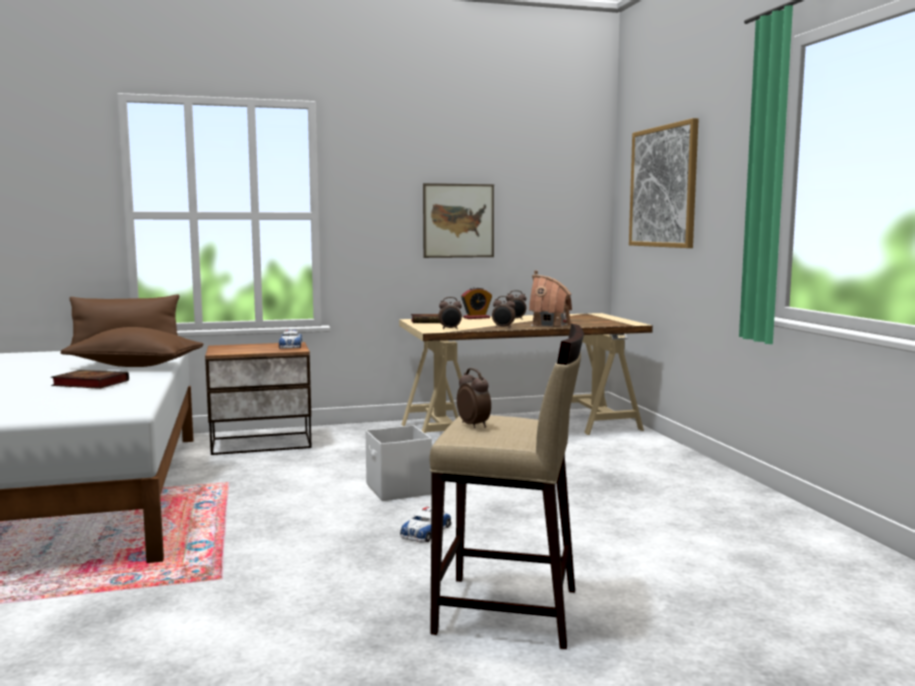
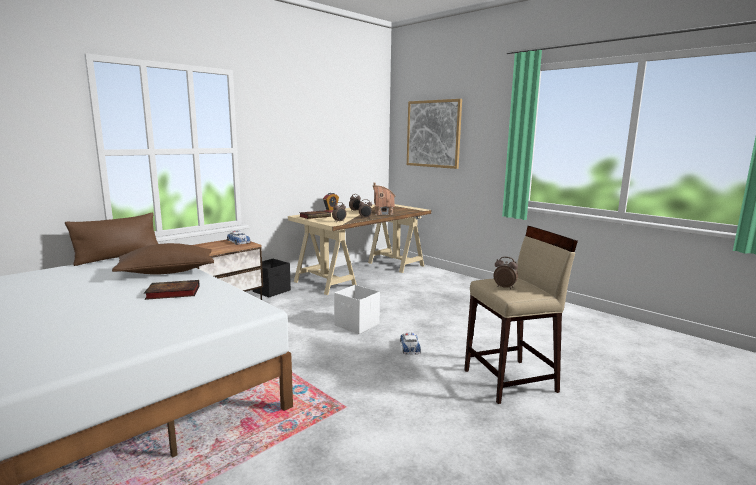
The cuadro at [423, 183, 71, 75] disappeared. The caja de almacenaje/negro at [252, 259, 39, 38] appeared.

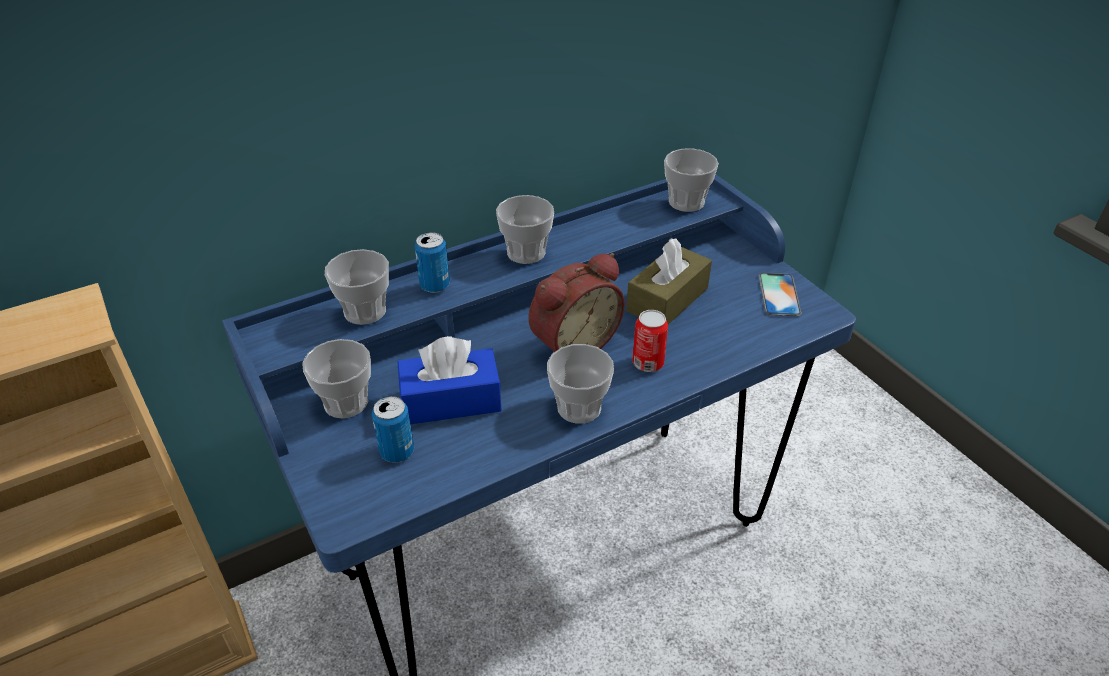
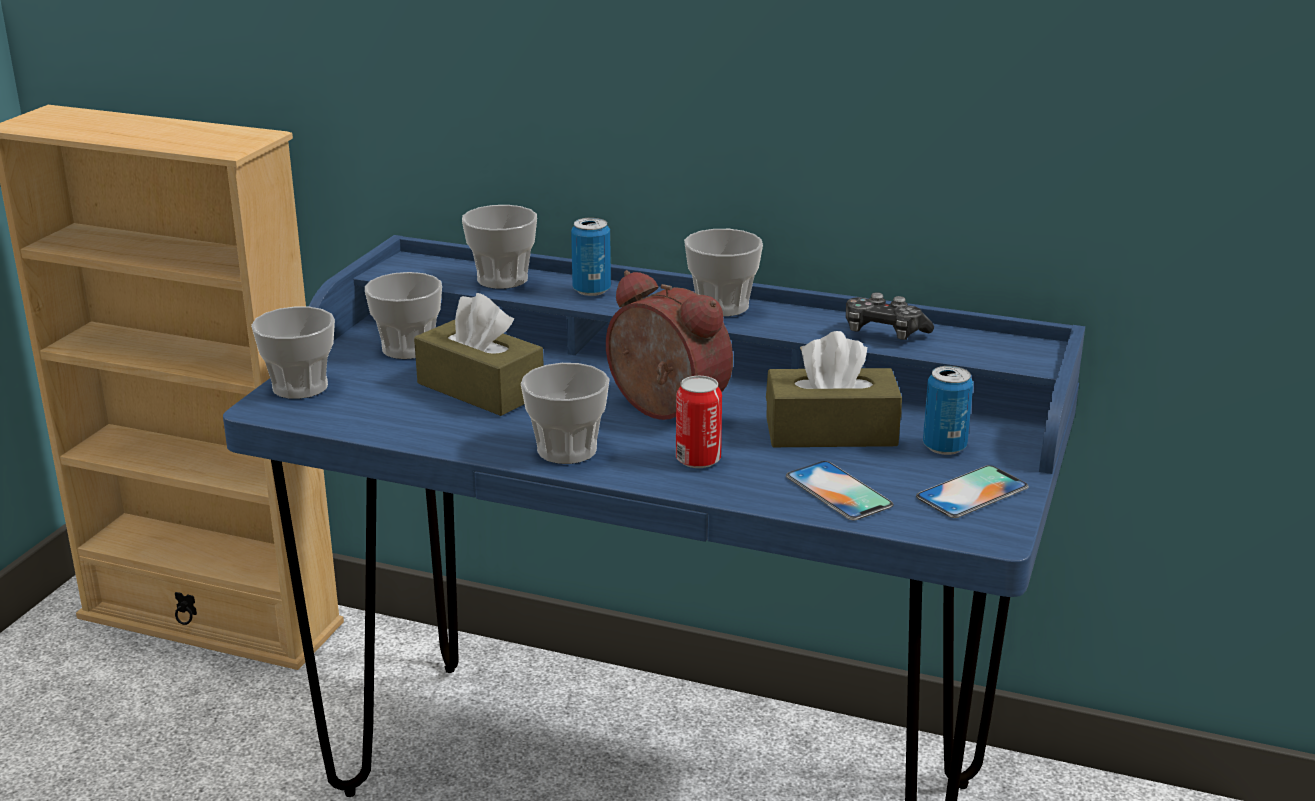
The lata moved from [372, 396, 42, 67] to [923, 366, 50, 89]. The caja de pañuelos/azul at [397, 336, 105, 88] became the caja de pañuelos/marrón at [414, 293, 130, 123]. The despertador at [528, 253, 97, 99] turned 150 degrees counterclockwise. The taza moved from [664, 148, 55, 64] to [251, 307, 84, 92]. The móvil at [786, 461, 107, 59] appeared. The mando de consola at [846, 292, 88, 48] appeared.

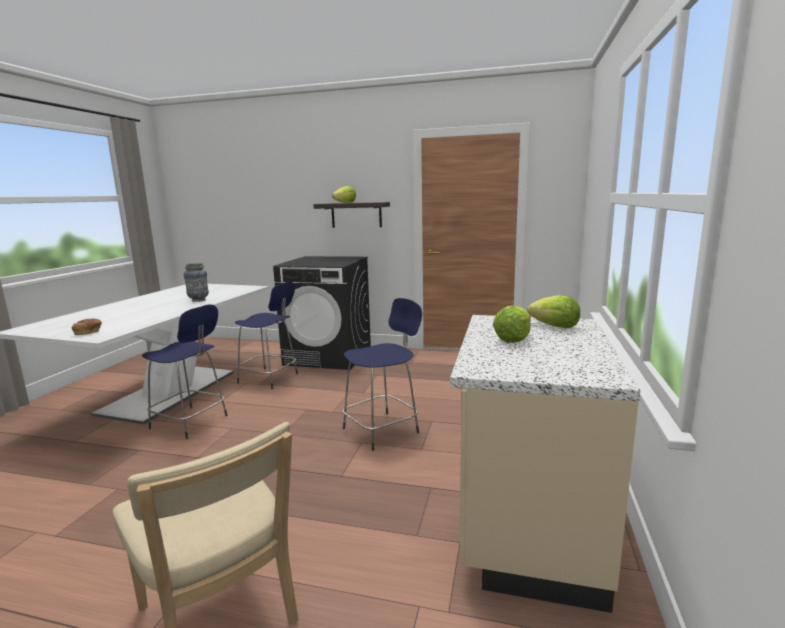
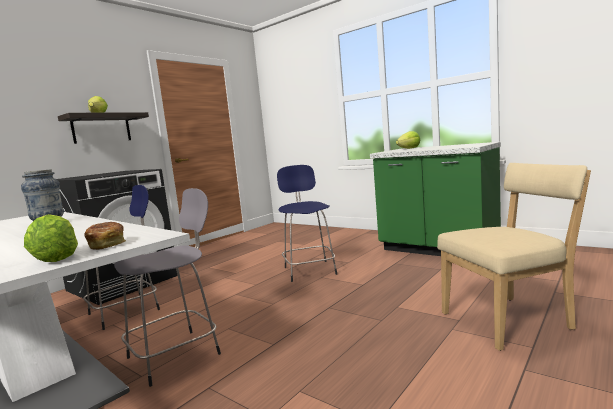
The taburete/azul at [142, 304, 86, 135] became the taburete/gris at [114, 188, 107, 199]. The mueble bajo de cocina/beis at [450, 315, 190, 298] became the mueble bajo de cocina/verde at [370, 142, 131, 114]. The lechuga moved from [493, 306, 38, 37] to [24, 214, 54, 48].

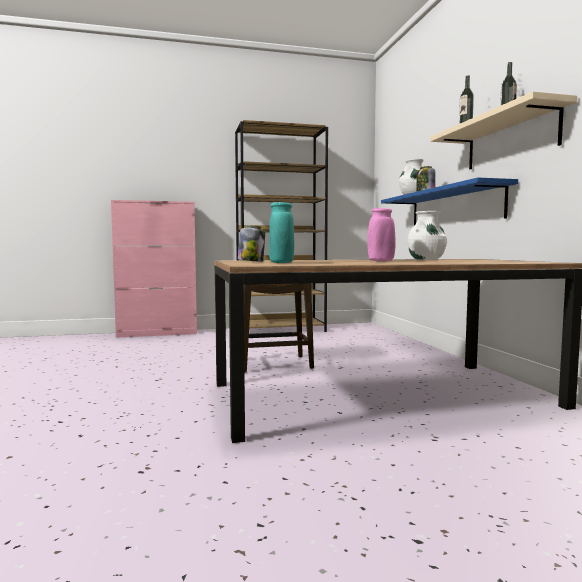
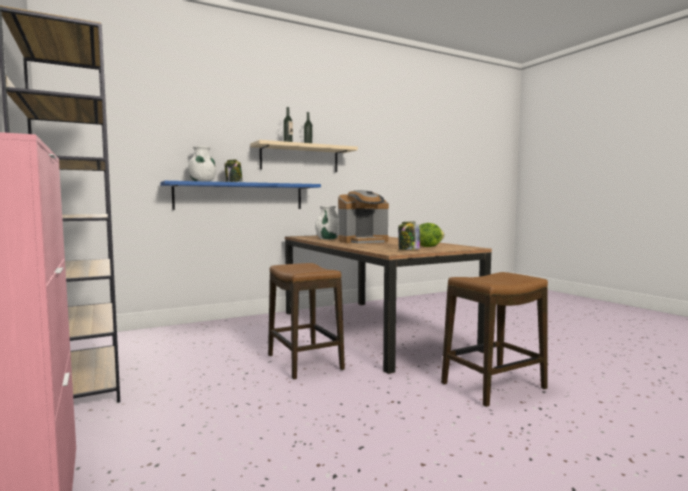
The florero/turquesa at [269, 202, 25, 61] was replaced by the lechuga at [419, 223, 26, 24]. The florero/rosa at [367, 208, 29, 53] was replaced by the cafetera at [338, 190, 51, 53]. The taburete at [441, 272, 107, 135] appeared.

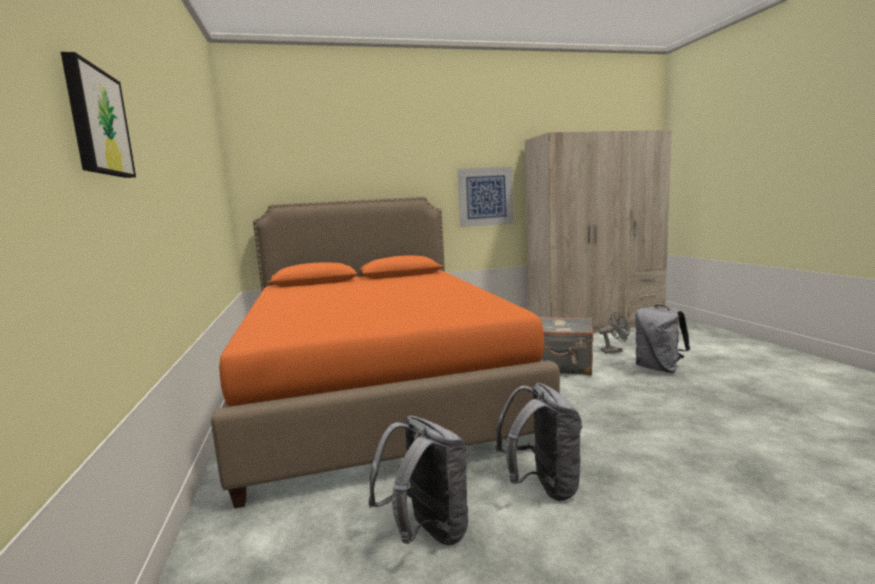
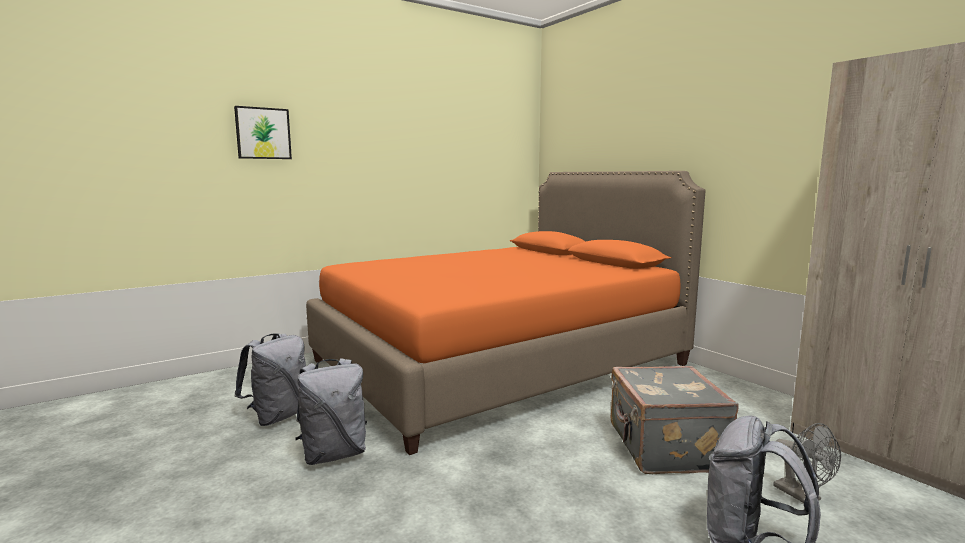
The cuadro at [457, 167, 57, 60] disappeared.

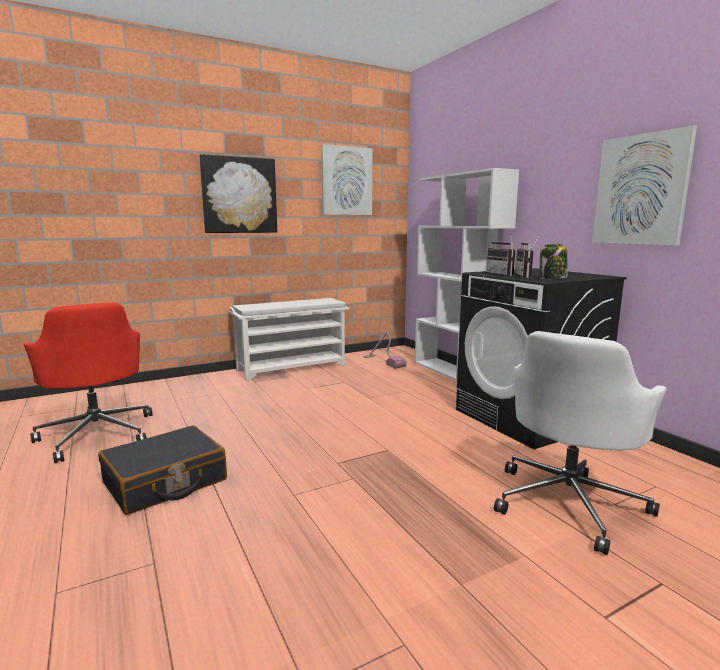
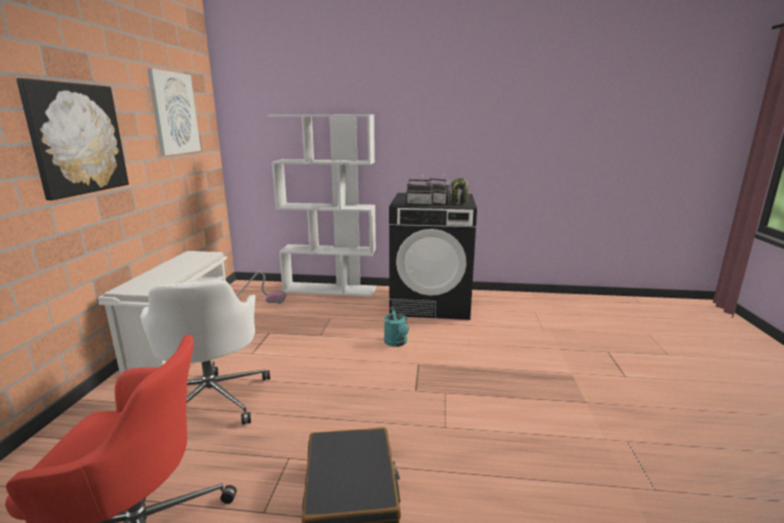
The silla de oficina/blanco moved from [494, 331, 173, 224] to [140, 279, 130, 146]. The cuadro at [592, 125, 105, 121] disappeared. The regadera/turquesa at [384, 307, 25, 40] appeared.

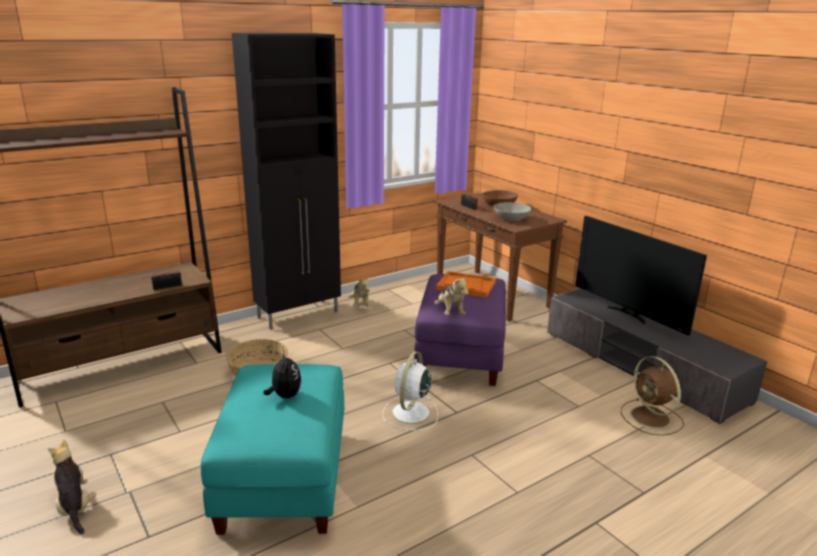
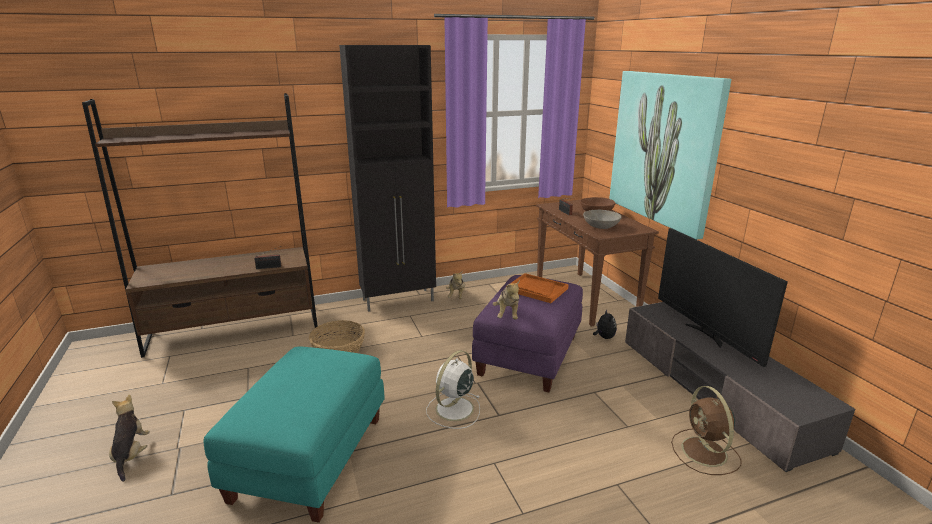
The peluche moved from [263, 351, 38, 47] to [593, 309, 24, 30]. The cuadro at [609, 71, 122, 169] appeared.

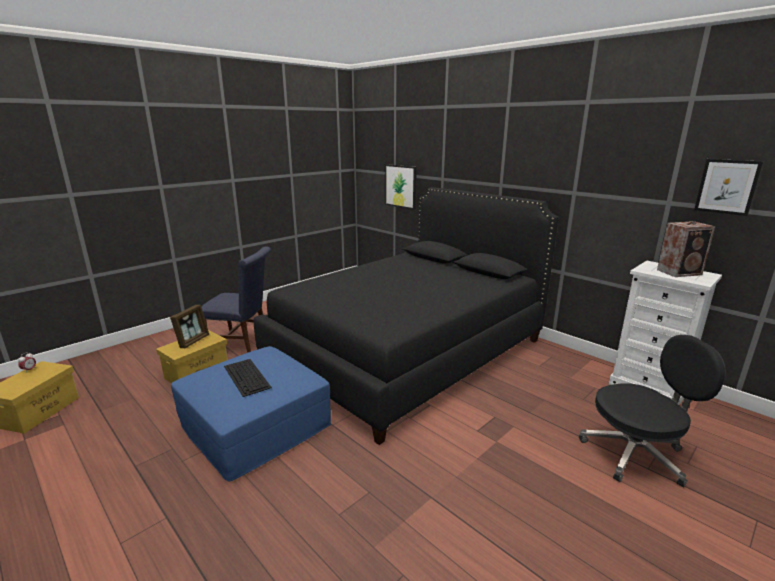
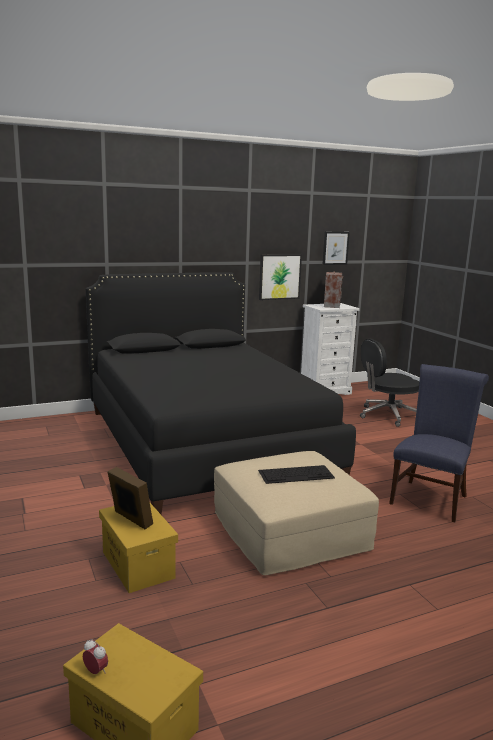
The puf/azul at [171, 346, 160, 135] became the puf/beis at [214, 451, 165, 124]. The silla/azul moved from [201, 247, 70, 106] to [389, 364, 100, 159]. The cuadro moved from [385, 164, 32, 45] to [259, 254, 43, 46]. The silla de oficina/negro at [579, 335, 147, 152] turned 120 degrees counterclockwise.

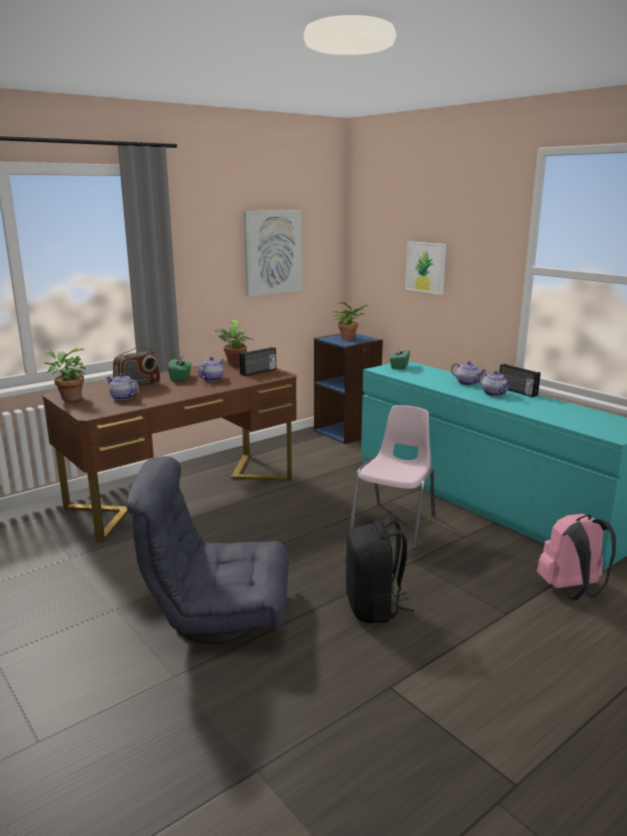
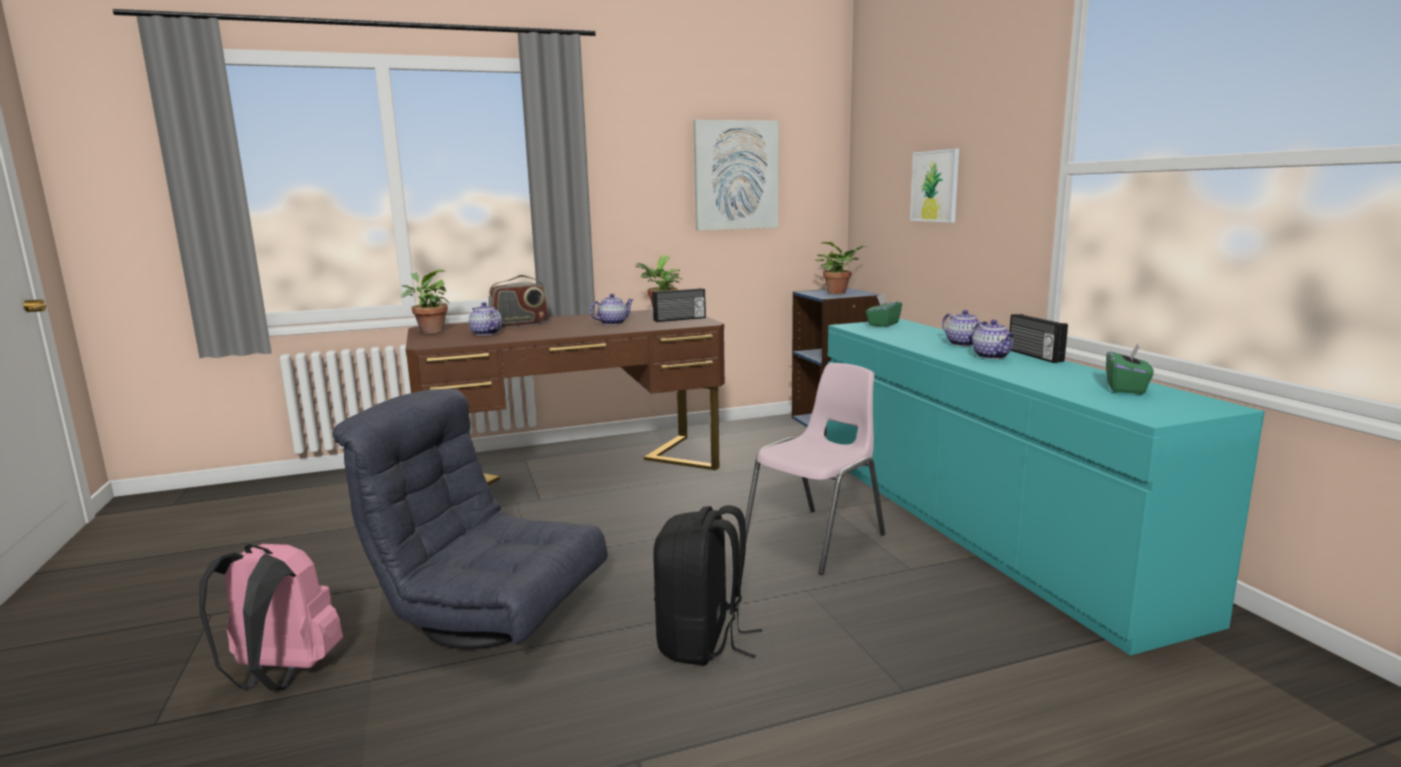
The caja de pañuelos/verde moved from [168, 355, 24, 26] to [1106, 344, 48, 50]. The mochila/rosa moved from [537, 514, 79, 86] to [199, 544, 144, 147].

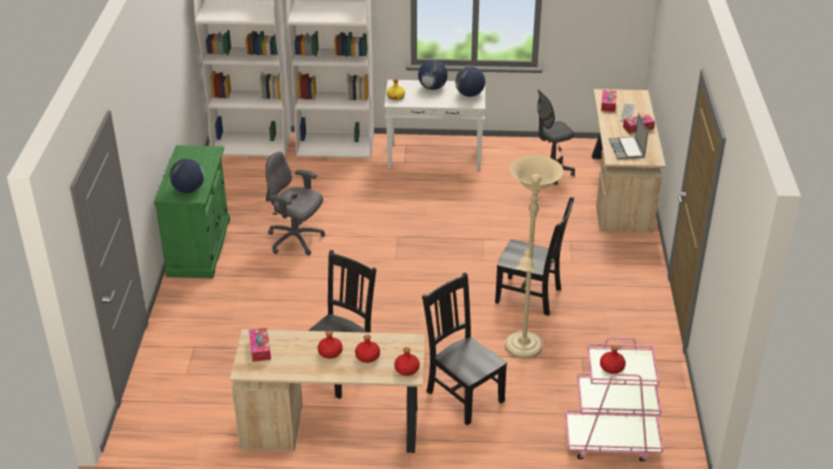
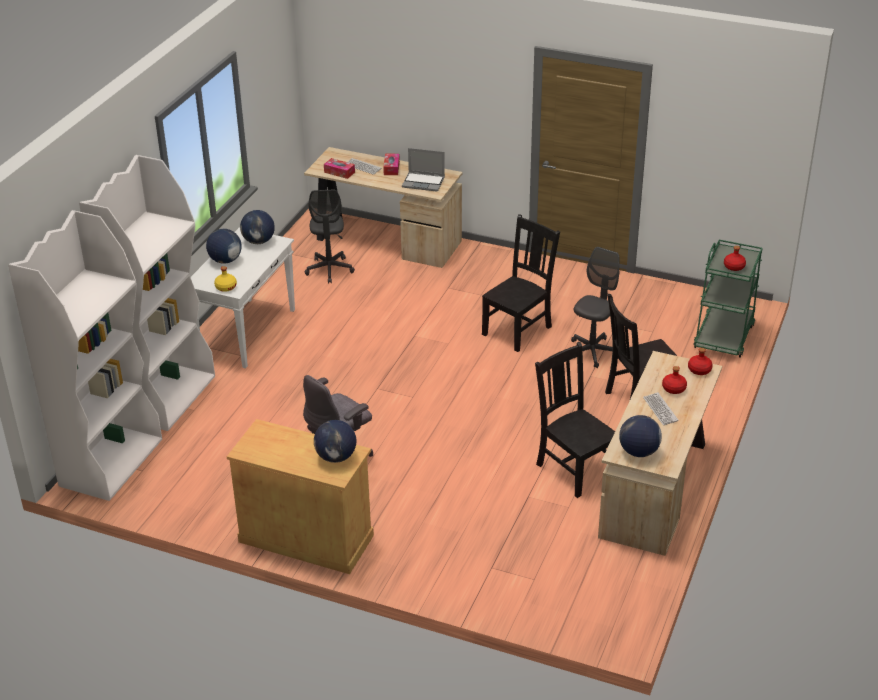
The armario/verde at [154, 145, 76, 133] became the armario/beis at [227, 419, 147, 155]. The caja de pañuelos at [249, 328, 22, 34] was replaced by the globo terráqueo at [619, 415, 43, 42]. The botella/rojo at [318, 331, 25, 28] was replaced by the teclado at [643, 392, 36, 33]. The lámpara de pie/beis at [505, 155, 58, 204] was replaced by the silla de oficina/gris at [571, 247, 48, 121]. The carrito/rosa at [565, 337, 98, 124] became the carrito/verde at [693, 240, 70, 118].

